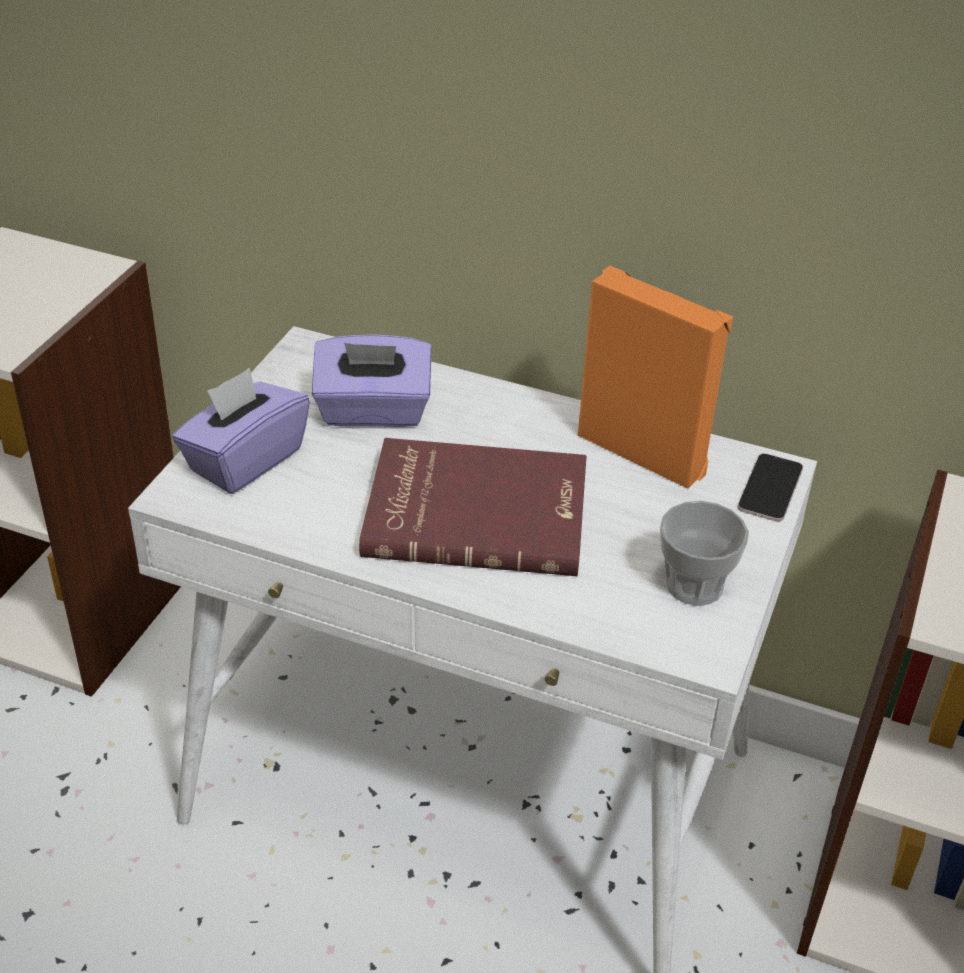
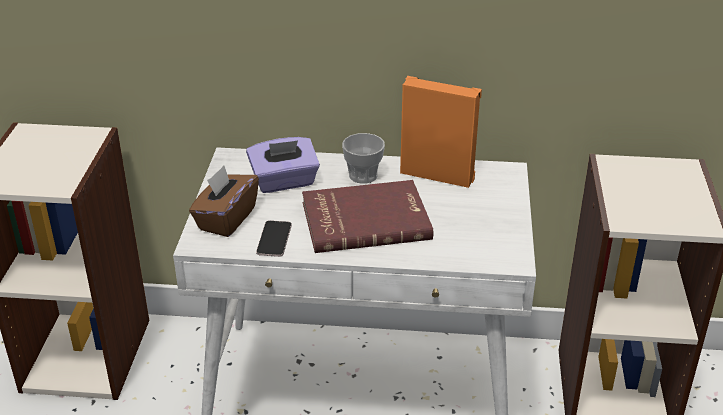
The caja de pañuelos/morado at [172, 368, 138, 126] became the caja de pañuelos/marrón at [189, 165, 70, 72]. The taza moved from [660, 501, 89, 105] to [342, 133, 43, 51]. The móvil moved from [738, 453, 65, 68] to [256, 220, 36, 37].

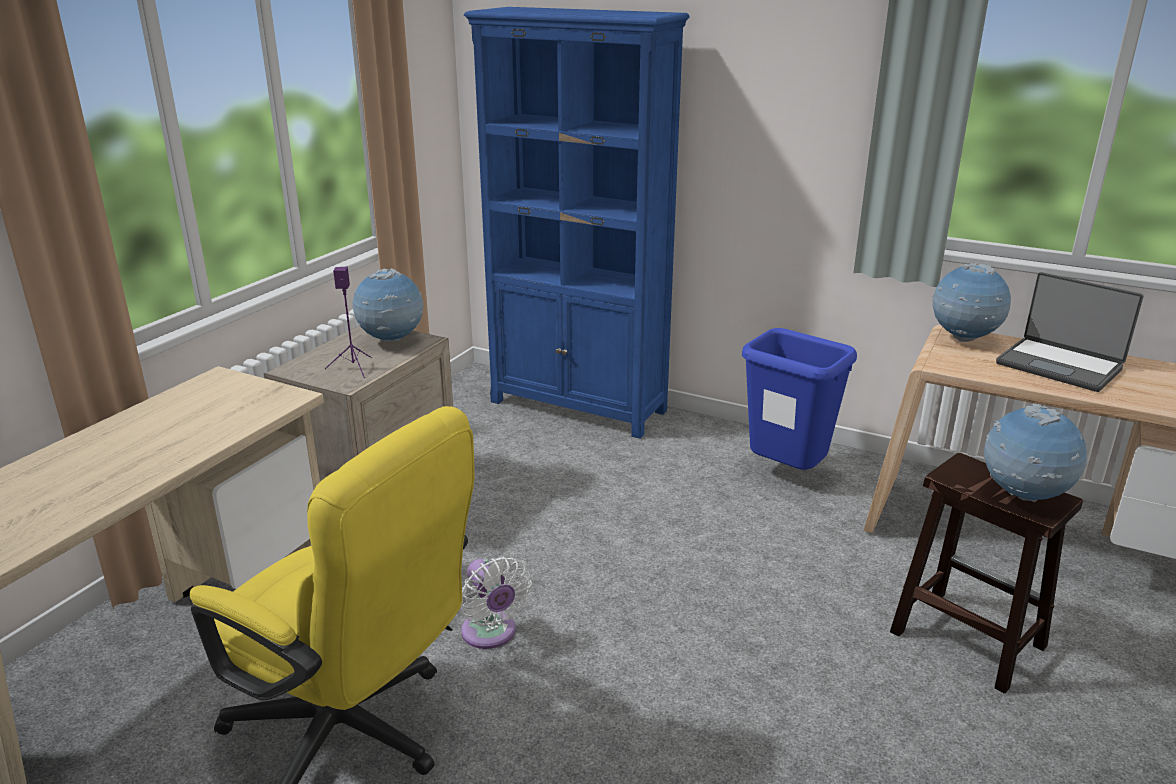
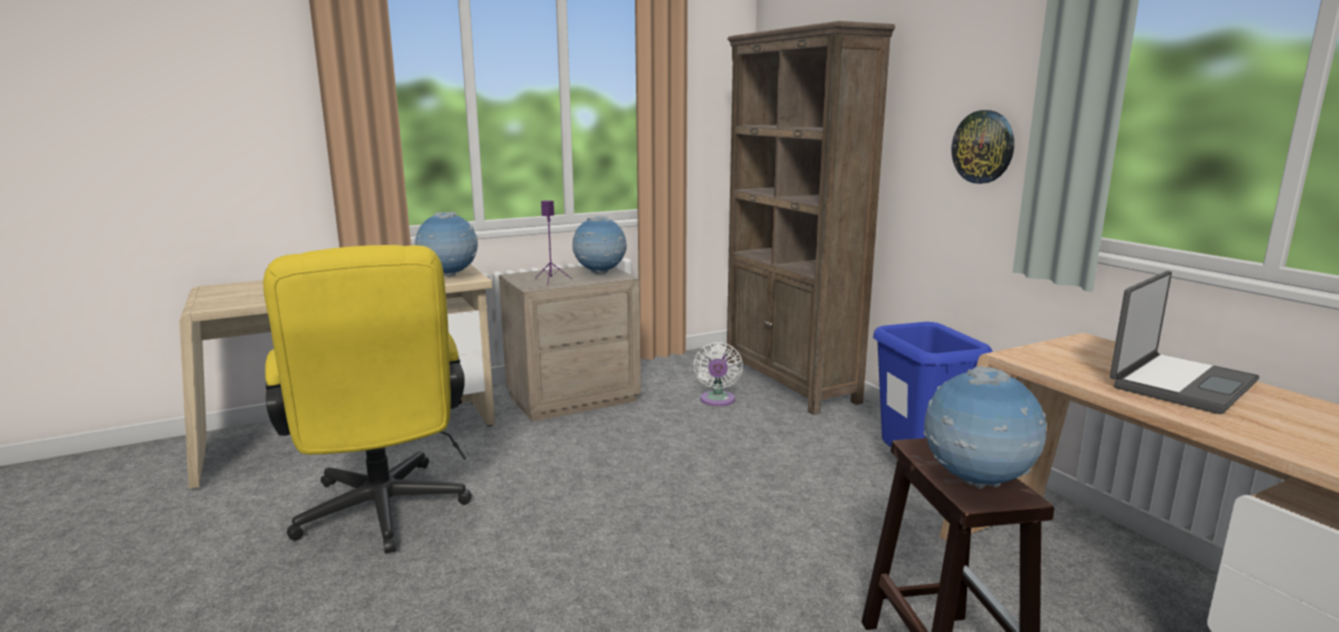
The ventilador/blanco moved from [461, 557, 71, 92] to [693, 342, 50, 64]. The estantería/azul at [464, 7, 226, 432] became the estantería/marrón at [726, 21, 169, 394]. The globo terráqueo moved from [933, 263, 78, 79] to [415, 212, 63, 65]. The portátil at [996, 272, 148, 120] turned 120 degrees counterclockwise. The reloj de pared at [952, 110, 62, 74] appeared.

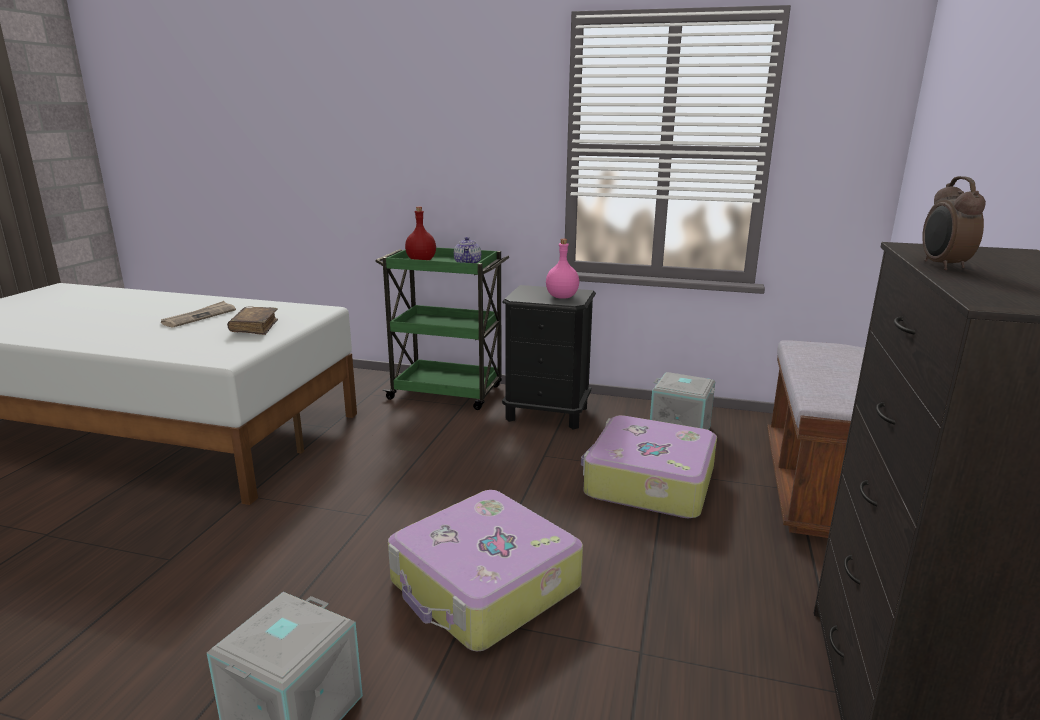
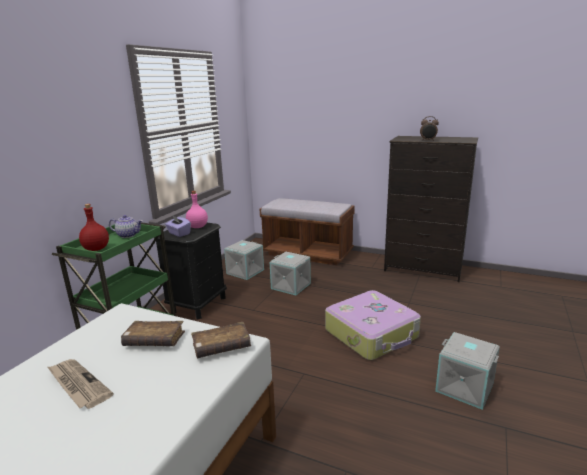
The maleta at [581, 415, 136, 103] was replaced by the caja de almacenaje/gris at [270, 252, 41, 43]. The caja de pañuelos/morado at [165, 215, 26, 22] appeared. The libro/marrón at [191, 322, 60, 36] appeared.

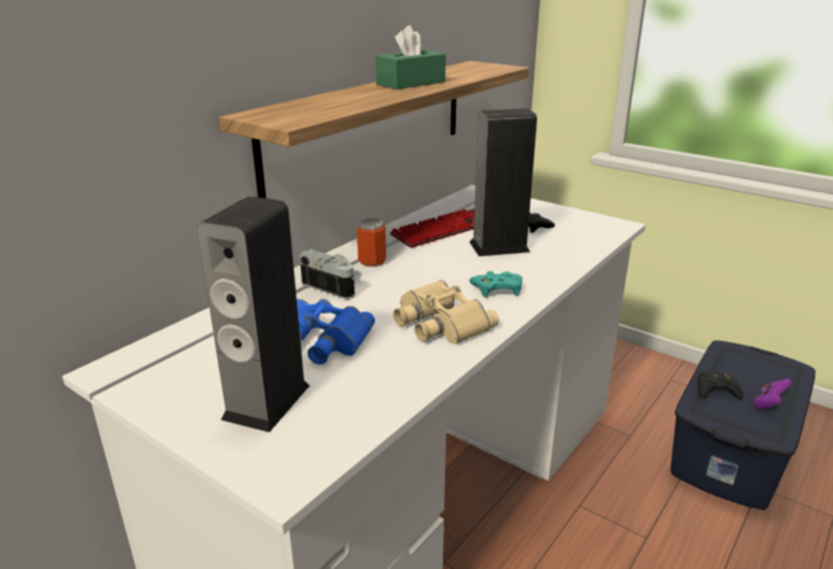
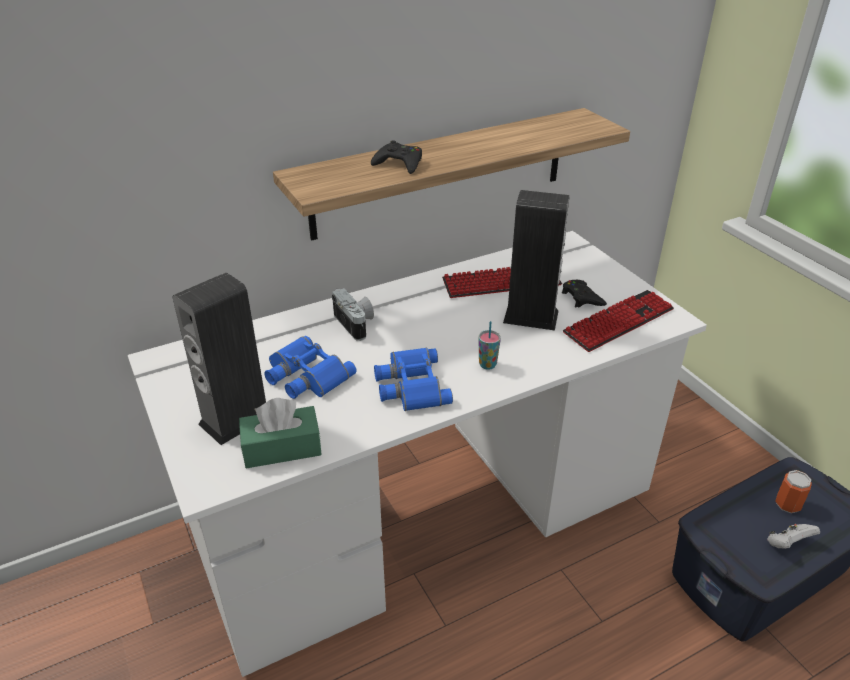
The lata moved from [357, 218, 29, 49] to [775, 470, 37, 43]. The caja de pañuelos/verde moved from [376, 25, 70, 64] to [239, 398, 83, 70]. The prismáticos/beis at [393, 280, 106, 64] became the prismáticos/azul at [374, 348, 79, 63]. The mando de consola/turquesa at [469, 271, 53, 27] was replaced by the taza at [478, 321, 23, 49]. The mando de consola/negro moved from [698, 372, 45, 28] to [371, 140, 51, 34]. The mando de consola/morado at [753, 379, 39, 30] became the mando de consola/blanco at [767, 524, 53, 25]. The teclado at [563, 290, 111, 62] appeared.

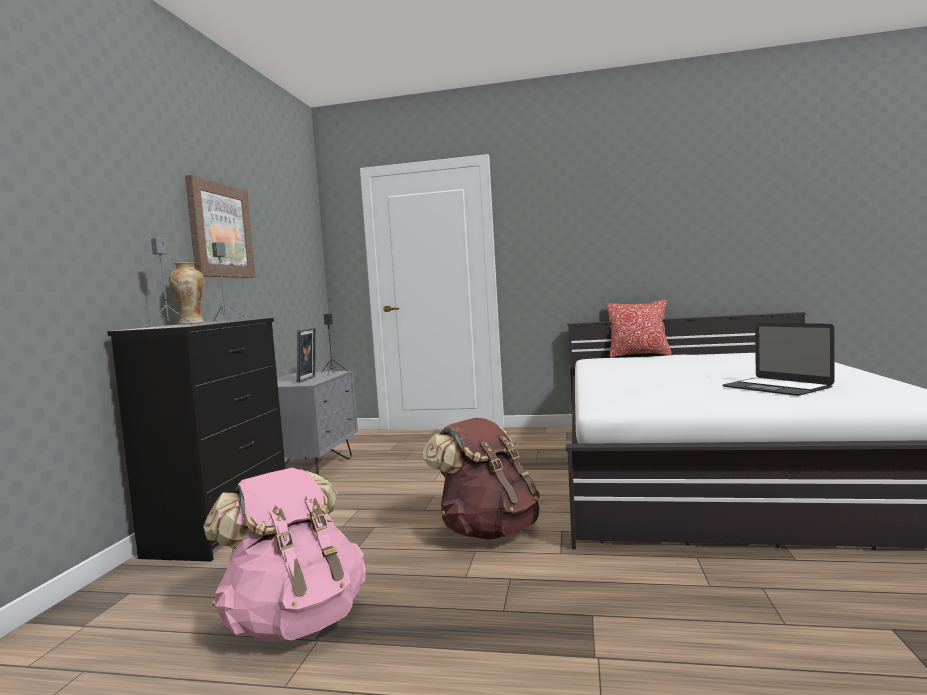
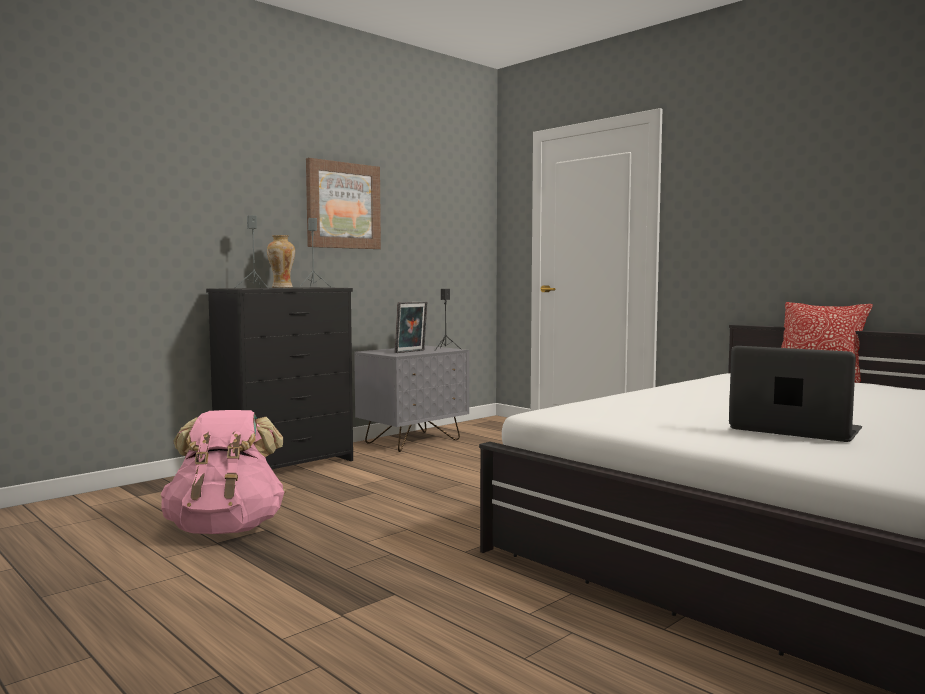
The mochila/marrón at [423, 418, 117, 122] disappeared. The portátil at [723, 323, 111, 73] turned 120 degrees clockwise.

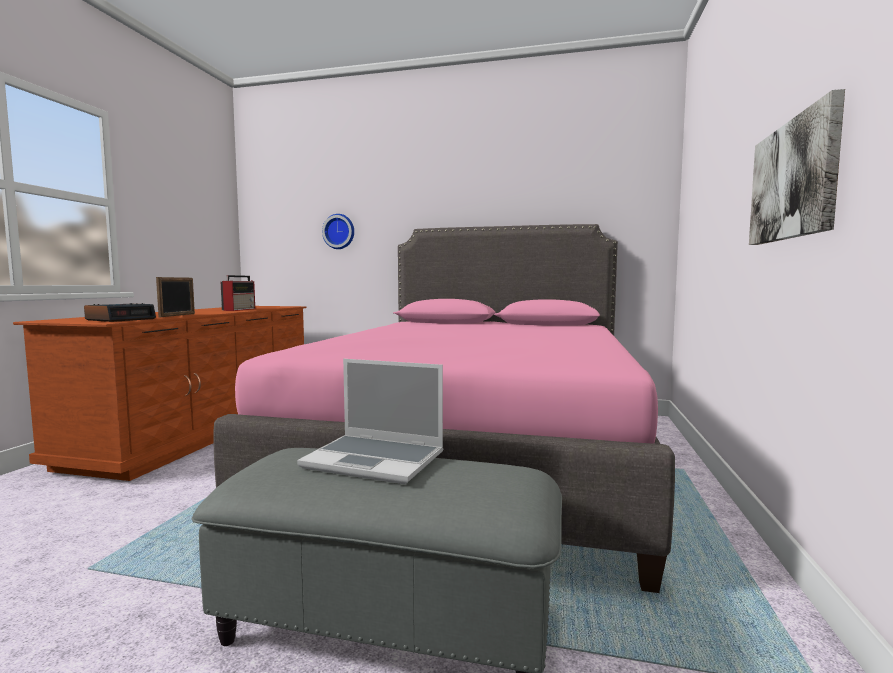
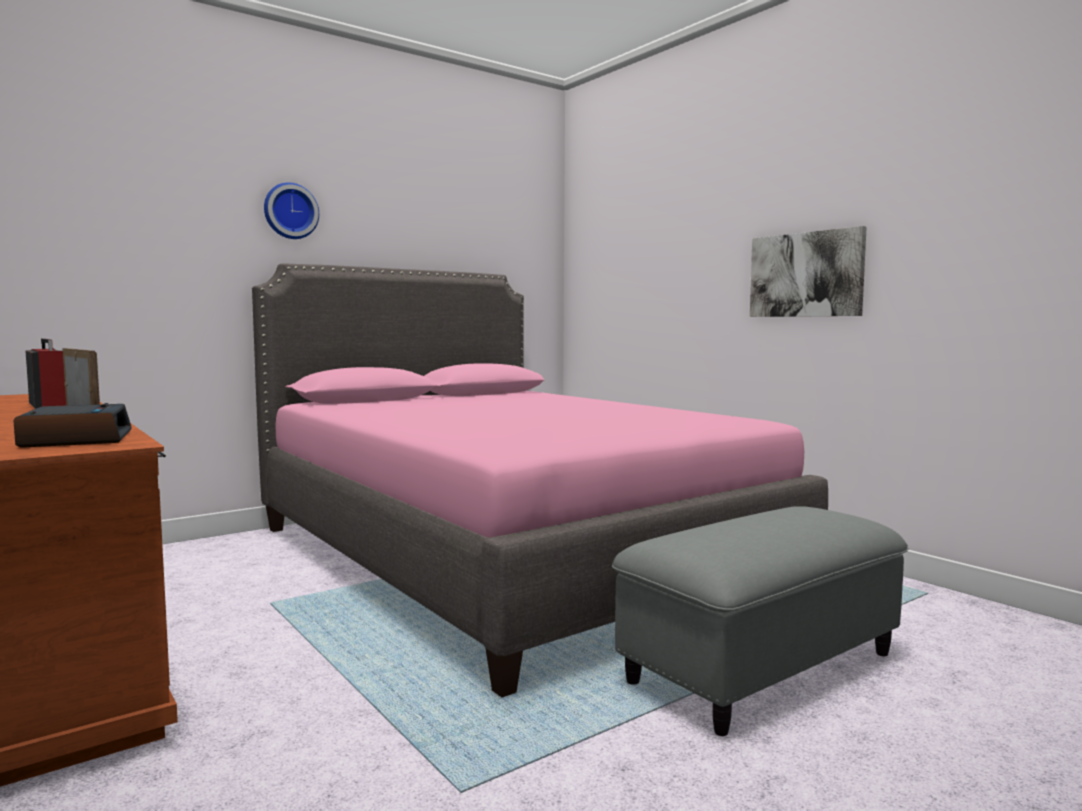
The portátil at [297, 359, 146, 125] disappeared. The reloj de pared moved from [322, 214, 32, 35] to [264, 183, 55, 56].

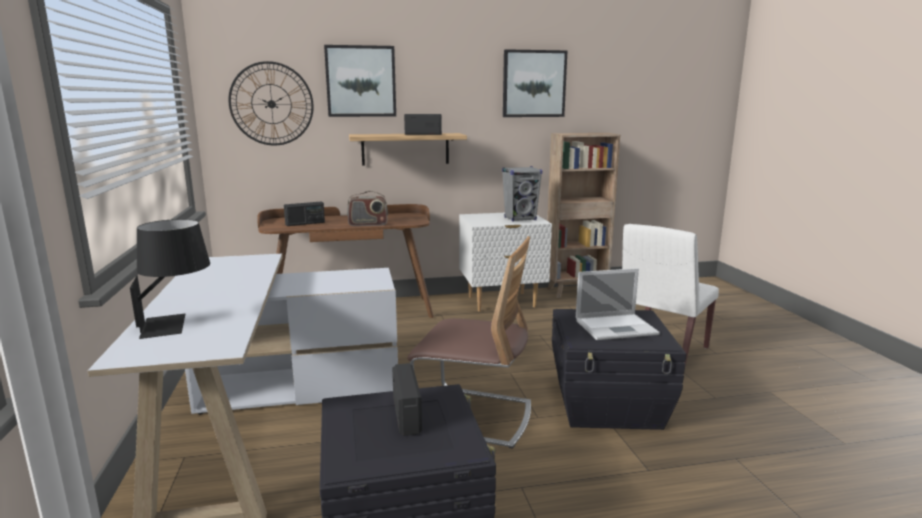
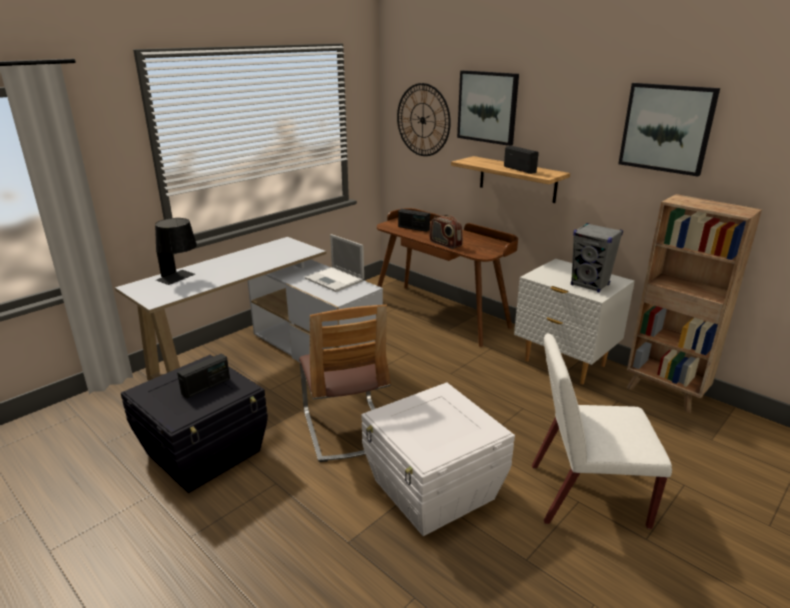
The caja de almacenaje/negro at [552, 309, 134, 121] became the caja de almacenaje/blanco at [361, 382, 154, 154]. The portátil moved from [576, 268, 84, 72] to [305, 234, 59, 58].

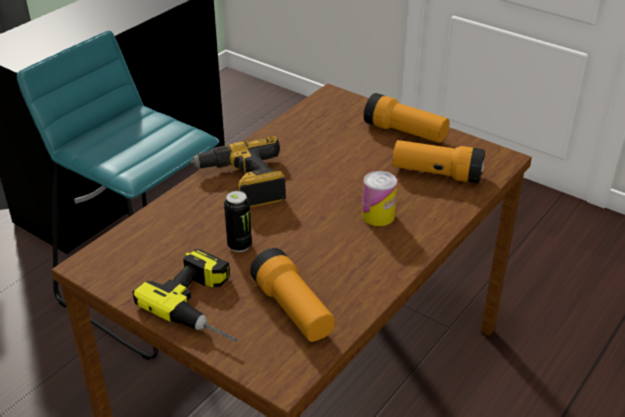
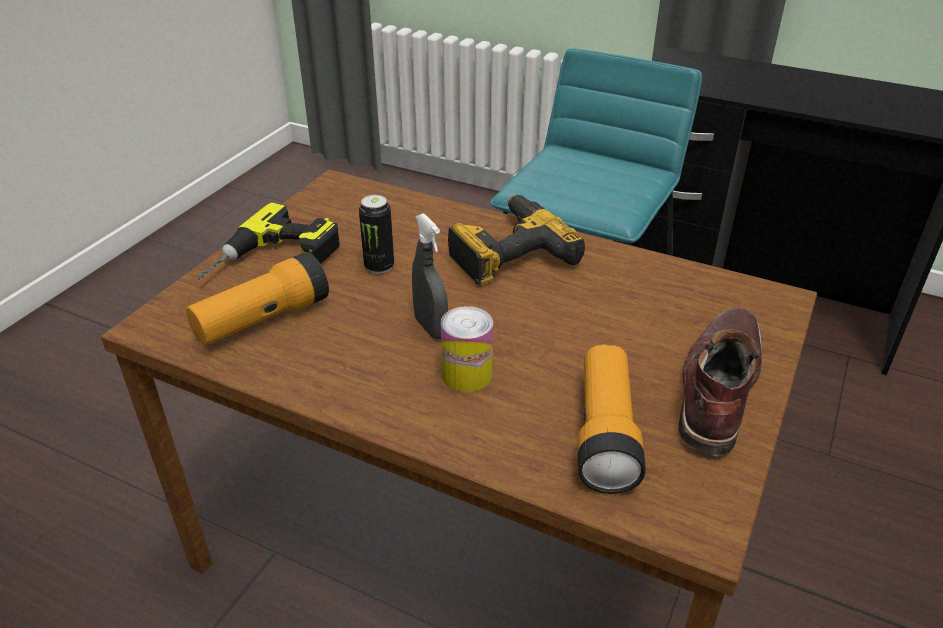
The linterna at [364, 93, 85, 50] was replaced by the bota/marrón at [679, 308, 83, 148]. The pulverizador/gris at [412, 213, 36, 126] appeared.

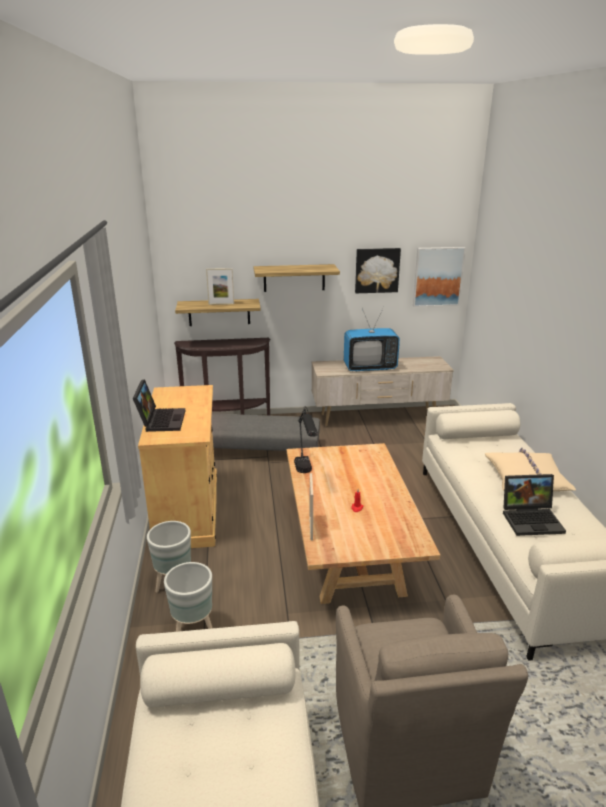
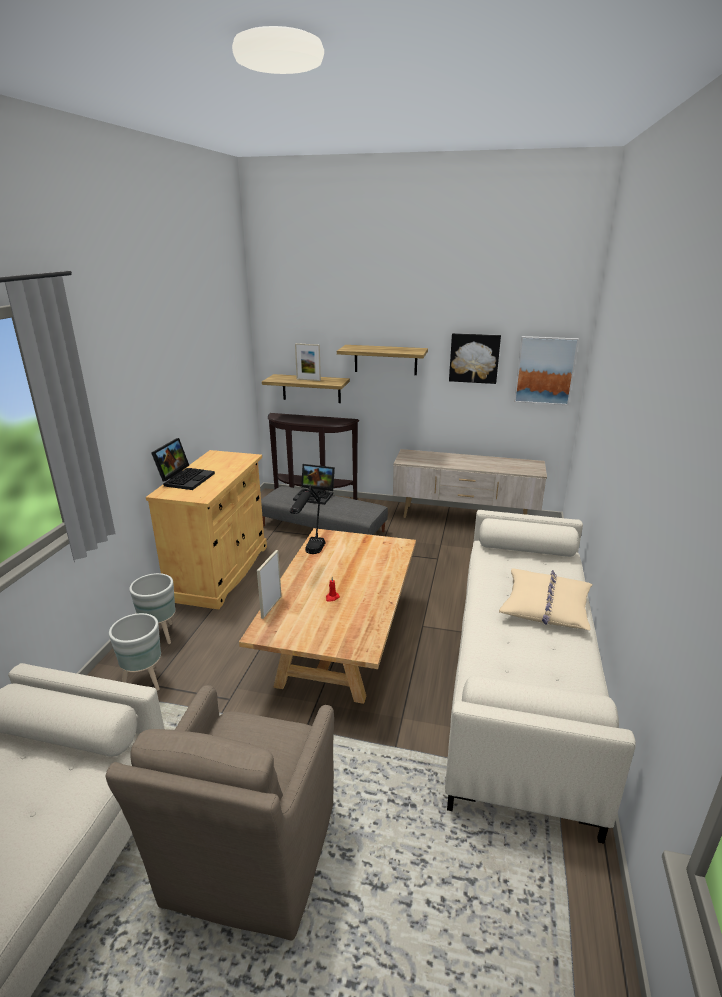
The televisor at [344, 307, 56, 65] disappeared. The portátil moved from [503, 474, 63, 62] to [293, 464, 42, 41].

